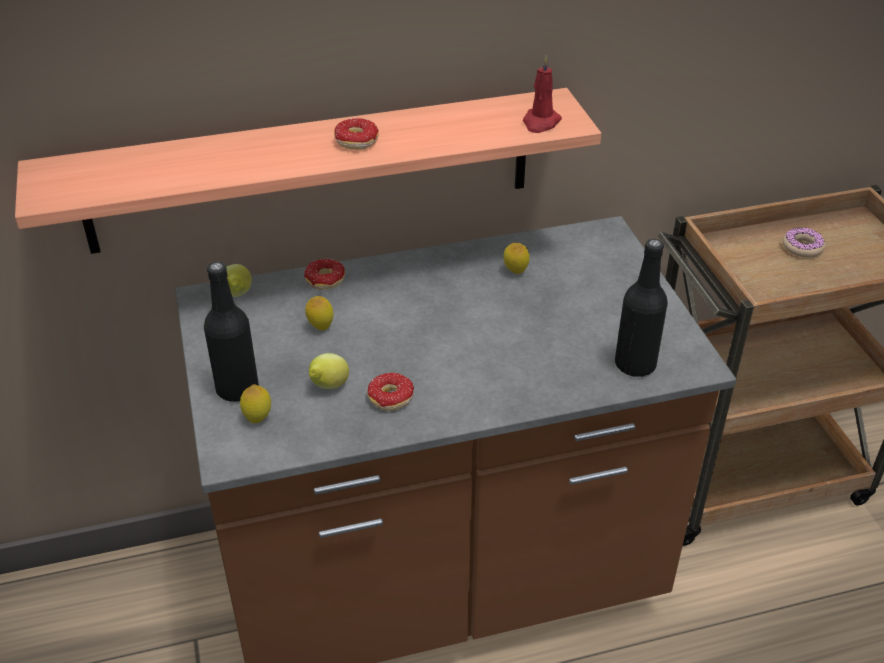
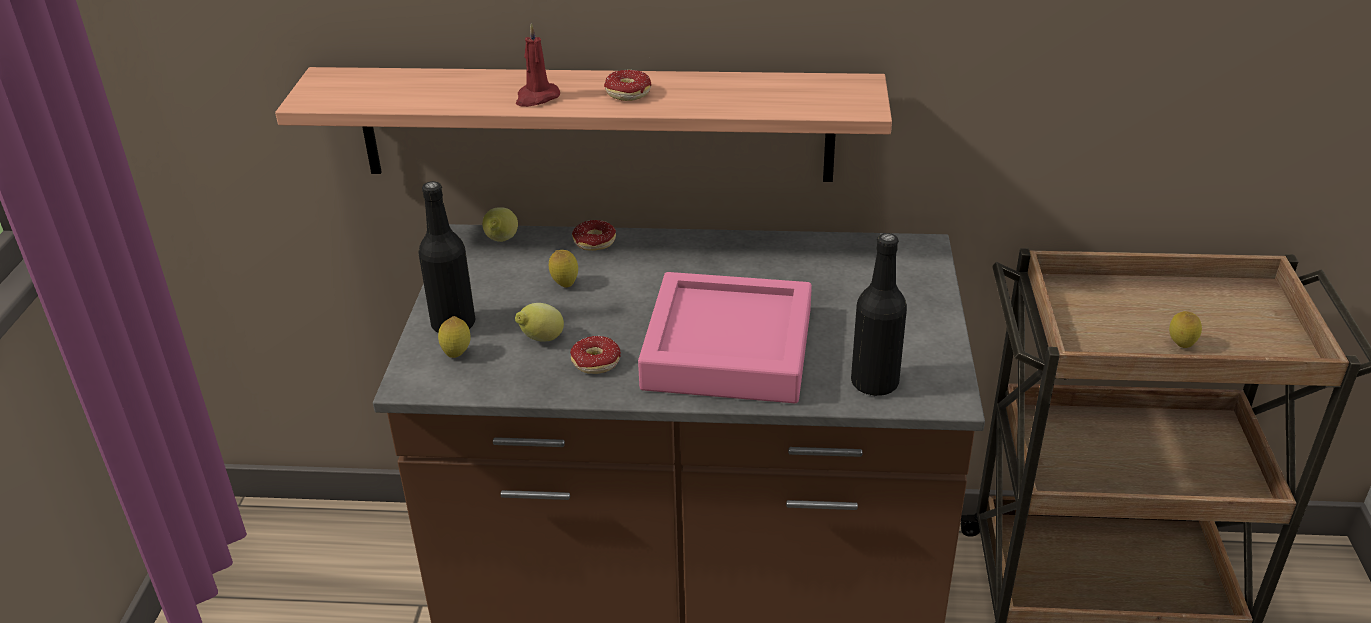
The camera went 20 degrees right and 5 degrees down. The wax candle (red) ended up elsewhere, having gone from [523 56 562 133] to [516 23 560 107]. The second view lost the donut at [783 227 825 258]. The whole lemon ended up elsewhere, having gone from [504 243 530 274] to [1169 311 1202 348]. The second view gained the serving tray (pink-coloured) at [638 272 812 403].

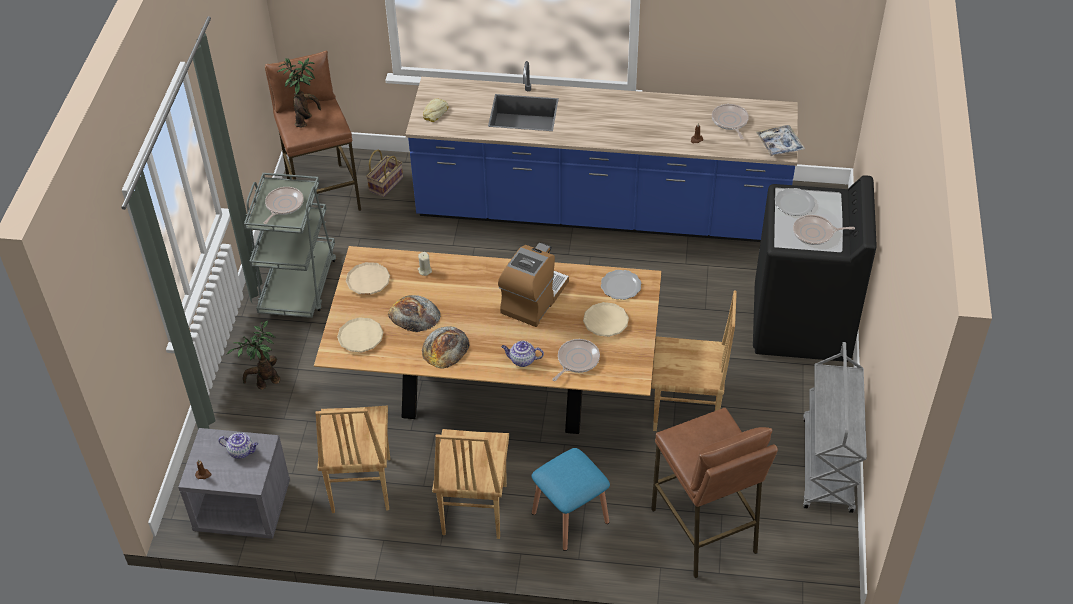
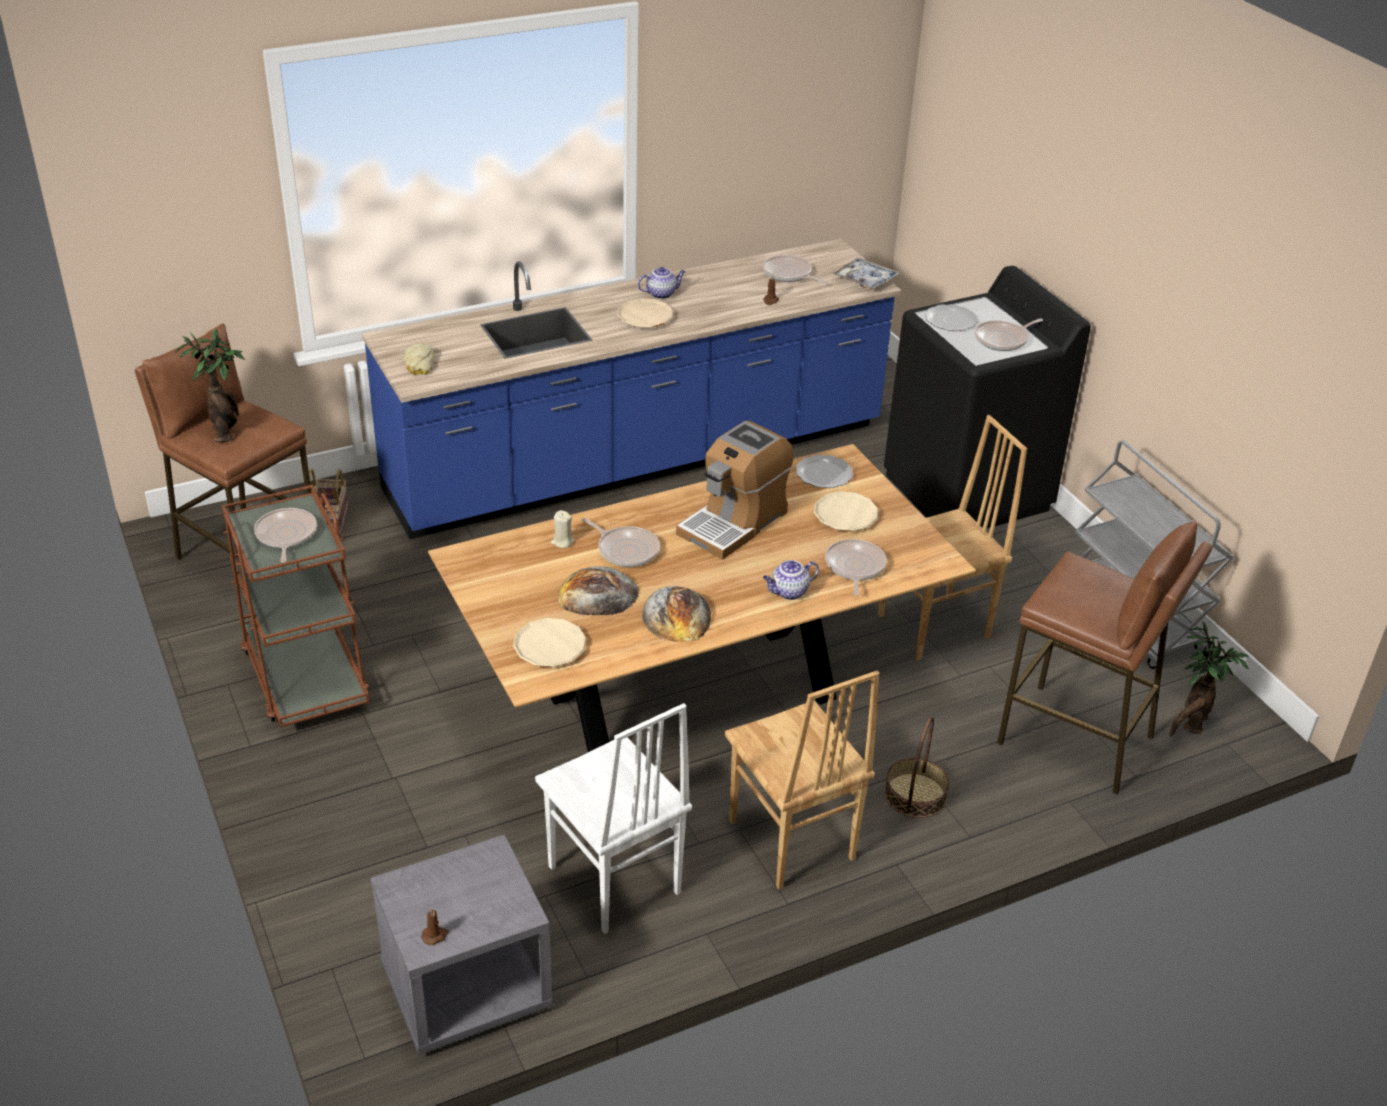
The camera went 35 degrees left and 10 degrees down. What was the trolley (greyish) at [244 173 337 318] turned into the trolley (brown-coloured) at [222 485 370 727]. The coffee brewer at [498 243 569 327] ended up facing another way, 135 degrees counterclockwise from before. The plate (beige-coloured) ended up elsewhere, having gone from [346 262 390 295] to [617 298 673 328]. The plant in a pot ended up elsewhere, having gone from [226 321 280 390] to [1169 621 1249 737]. What was the chair (brown-coloured) at [315 406 390 513] turned into the chair (white-coloured) at [535 703 692 934]. The pot for tea ended up elsewhere, having gone from [219 433 259 459] to [638 267 686 299]. Where the sitting stool (blue) stood at [532 448 610 551], the basket came to stand at [884 716 949 818]. The second view gained the frying pan at [582 518 660 567].

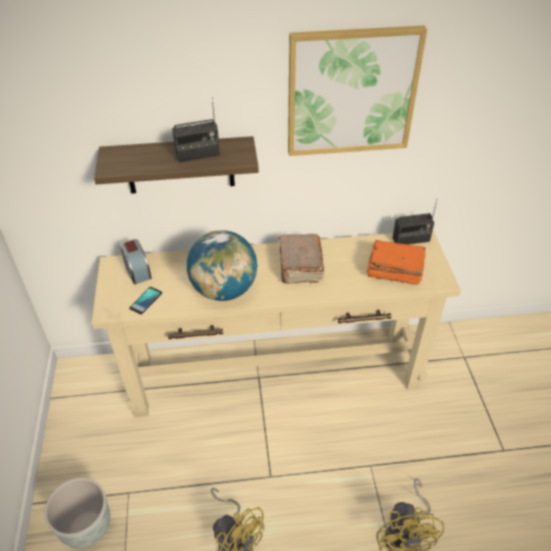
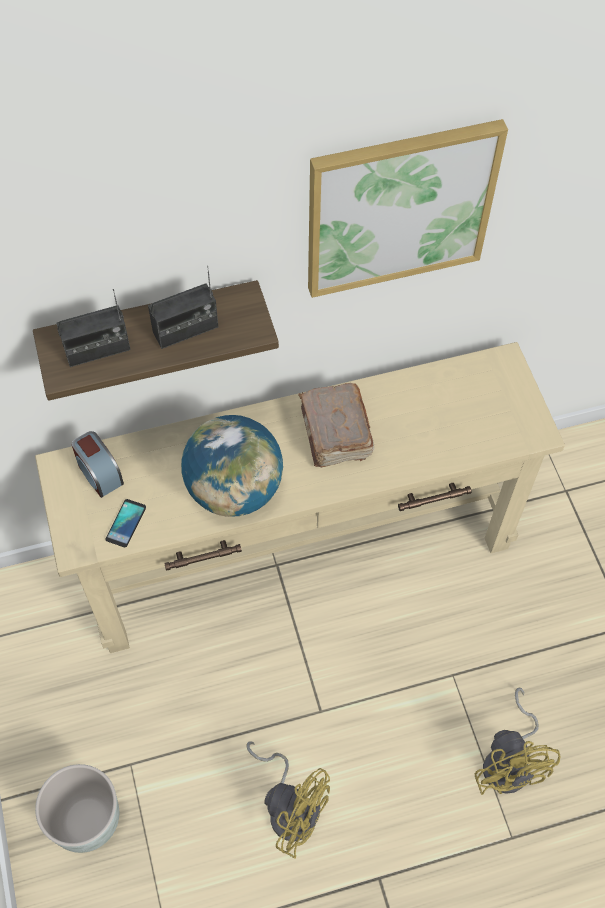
The camera went 10 degrees left and 15 degrees up. The radio receiver ended up elsewhere, having gone from [393 200 437 245] to [56 289 131 367]. The second view lost the bound book (orange) at [367 240 426 285].

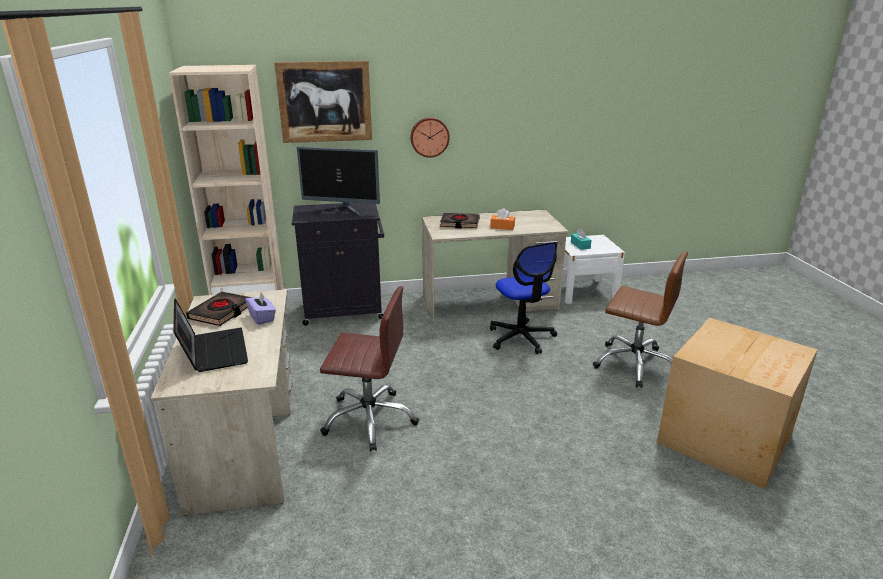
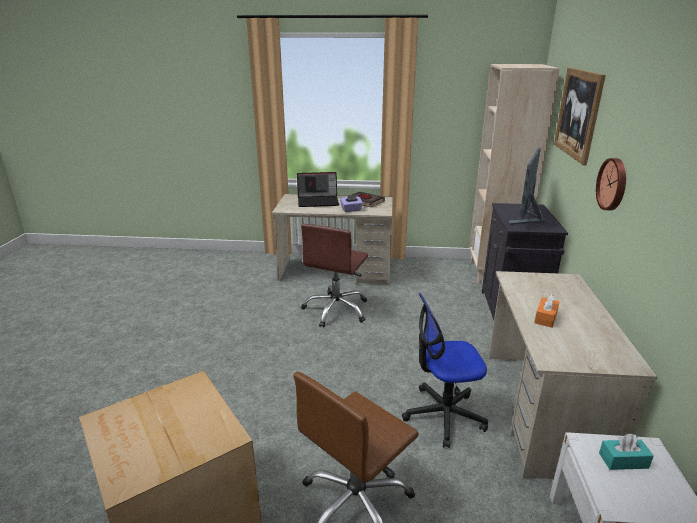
The camera went 105 degrees right and 0 degrees up. The second view lost the bound book (black) at [440 213 480 229].

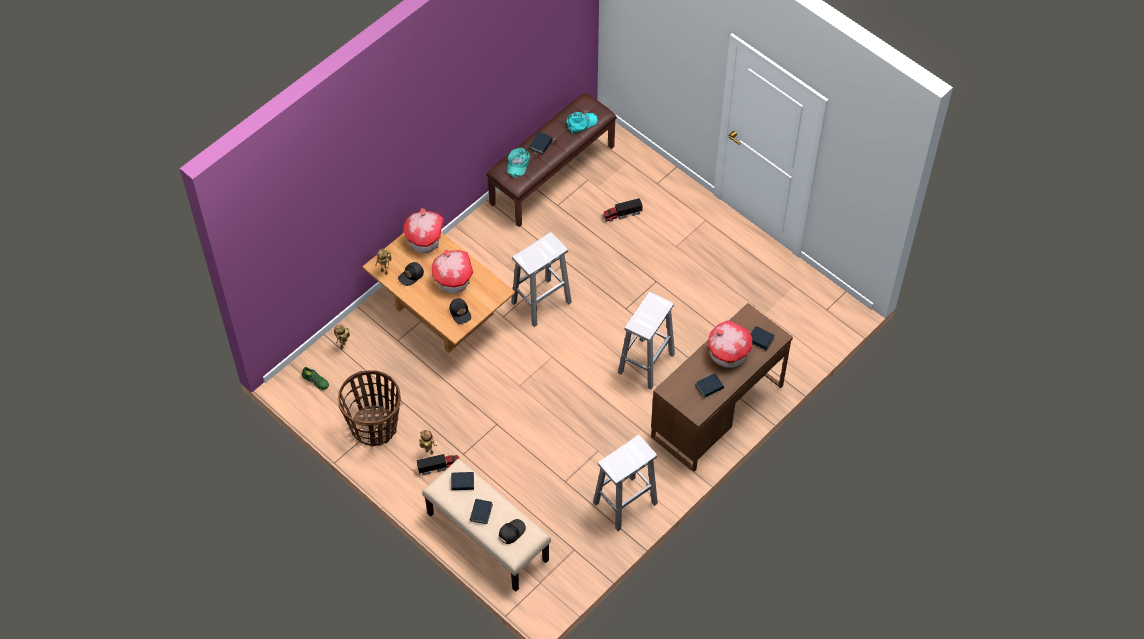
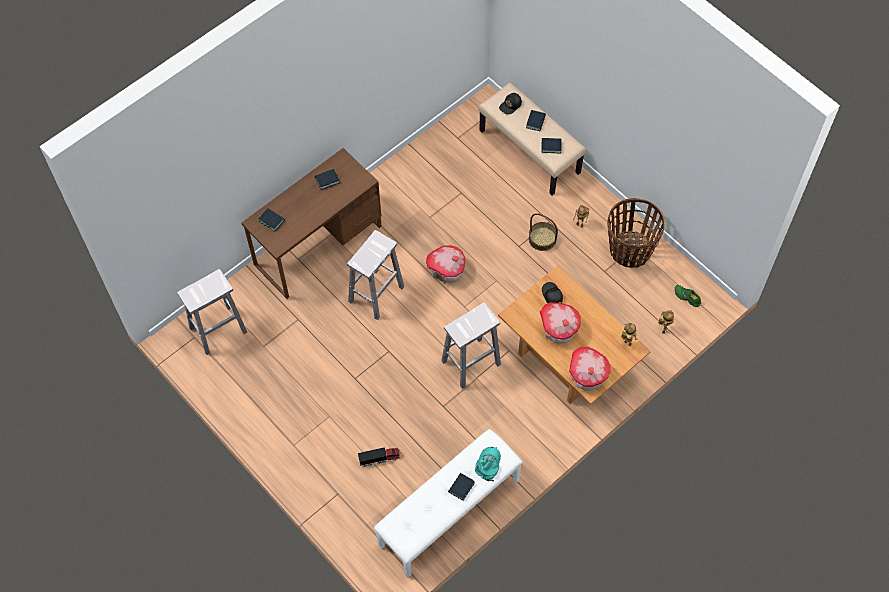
The camera went 175 degrees left and 5 degrees up. What was the bench (brown-coloured) at [486 93 617 227] turned into the bench (white-coloured) at [374 429 523 578]. The second view lost the baseball cap (blue-green) at [566 112 598 135]. The second view lost the baseball cap (black) at [398 262 424 286]. The model house ended up elsewhere, having gone from [708 320 752 368] to [426 245 465 284]. The sitting stool (white-coloured) ended up elsewhere, having gone from [593 435 658 531] to [177 269 247 355]. The second view lost the toy lorry at [417 454 460 475]. The second view gained the basket at [529 213 558 251].

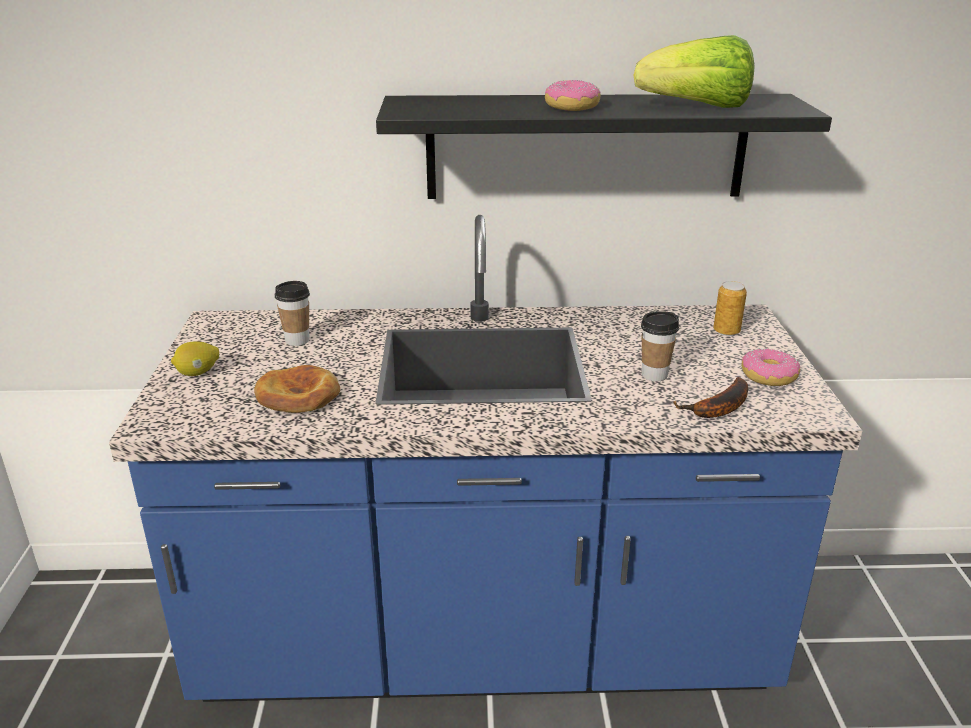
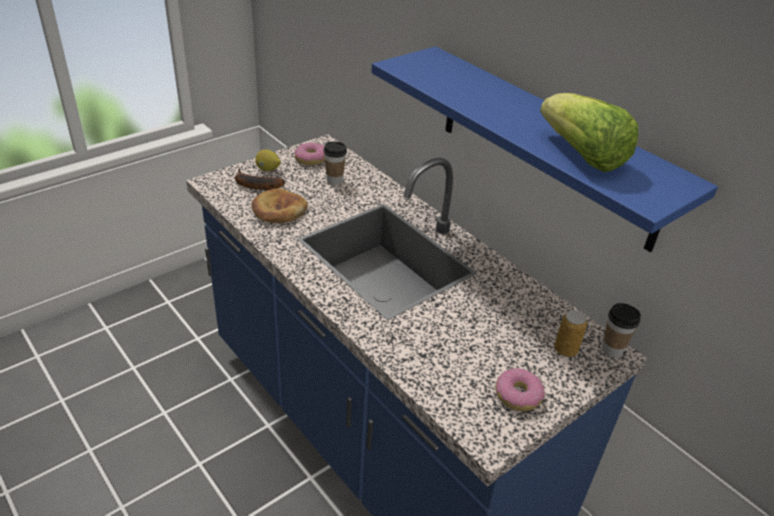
The camera went 50 degrees right and 10 degrees up. The donut ended up elsewhere, having gone from [545 80 601 111] to [294 142 325 166]. What was the bracket shelf (black) at [376 94 832 199] turned into the bracket shelf (blue) at [371 46 718 252]. The cup ended up elsewhere, having gone from [641 311 679 381] to [602 303 641 358]. The whole banana ended up elsewhere, having gone from [673 377 748 418] to [235 168 285 190].

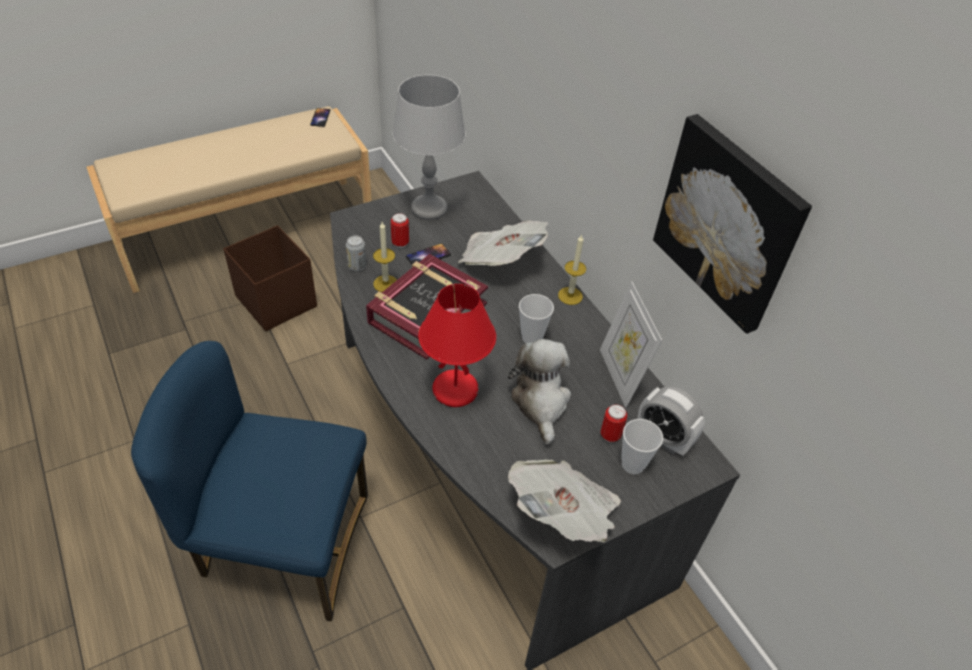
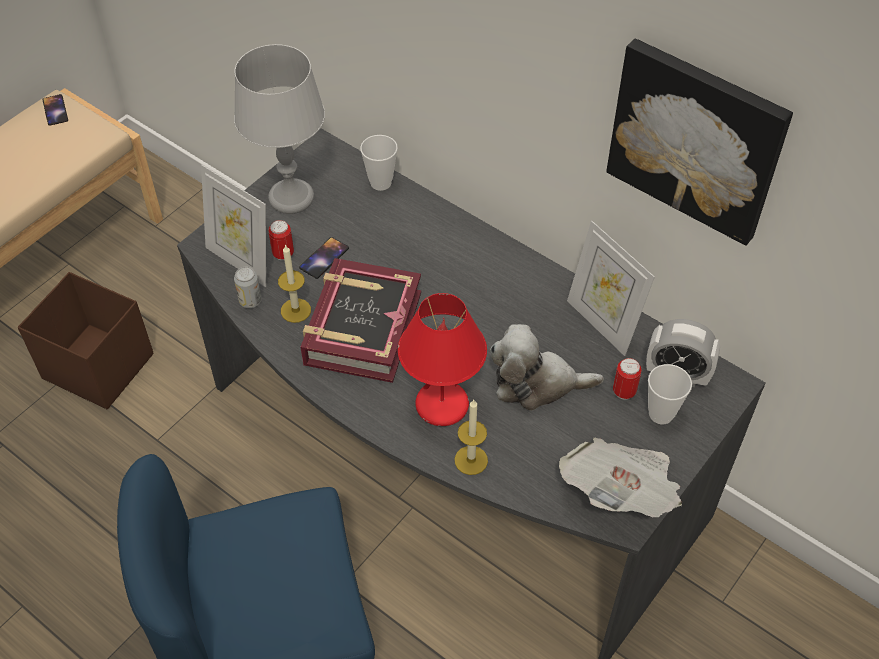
The camera went 20 degrees left and 5 degrees up. The second view lost the newspaper at [458 220 548 266]. The wax candle ended up elsewhere, having gone from [558 235 586 305] to [454 400 488 475]. The cup ended up elsewhere, having gone from [519 294 554 343] to [360 135 398 191]. The plush toy at [508 339 571 445] ended up facing another way, 60 degrees counterclockwise from before. The second view gained the standing frame at [201 165 266 287].

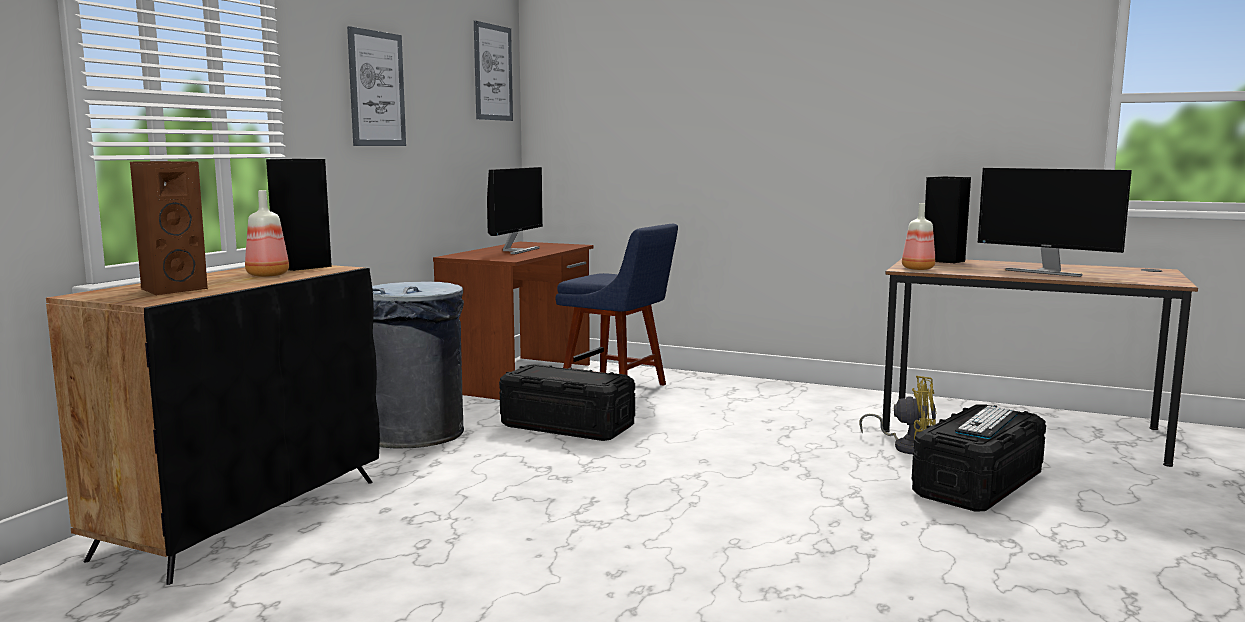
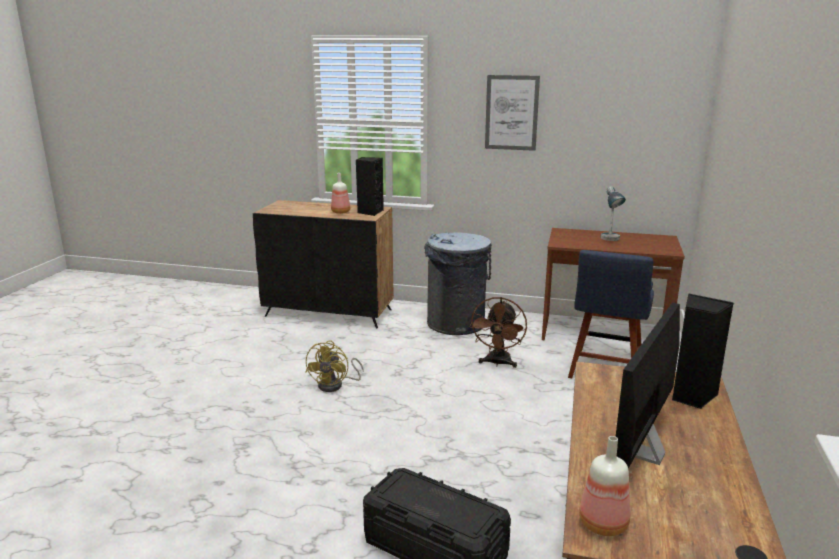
The camera went 80 degrees right and 10 degrees up. The second view lost the wall art at [474 21 513 121]. The second view lost the audio speaker (brown-coloured) at [130 161 208 295]. Where the computer display stood at [487 167 543 254], the table lamp came to stand at [601 186 626 241]. The beverage bottle ended up elsewhere, having gone from [902 203 935 270] to [579 436 630 536]. Where the storage container (black) stood at [499 364 635 441], the cooling fan (brown-coloured) came to stand at [470 297 527 368]. The cooling fan (yellow-coloured) ended up elsewhere, having gone from [859 376 936 454] to [306 340 364 392]. The second view lost the computer keyboard at [955 406 1018 439].

